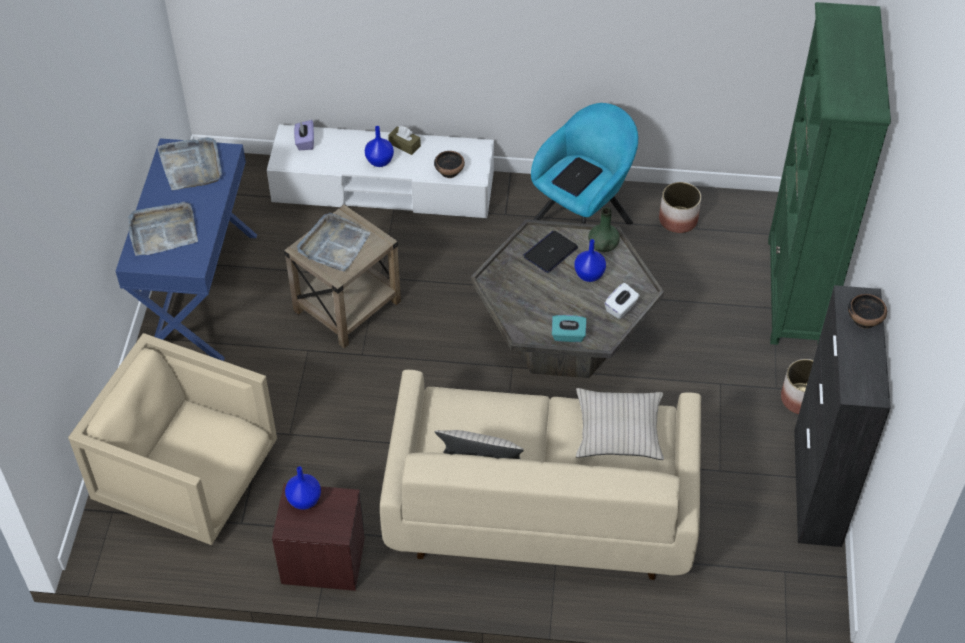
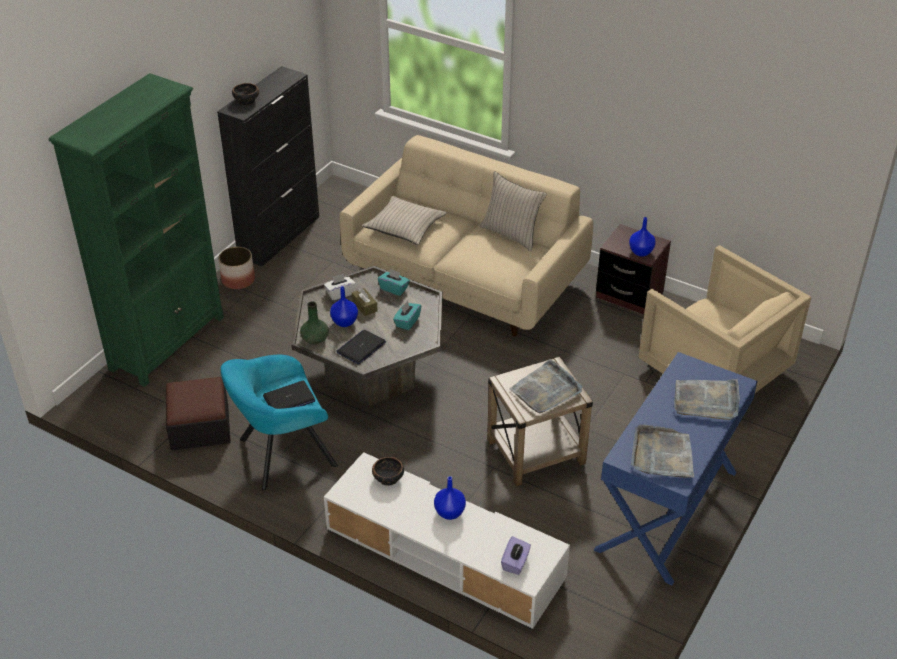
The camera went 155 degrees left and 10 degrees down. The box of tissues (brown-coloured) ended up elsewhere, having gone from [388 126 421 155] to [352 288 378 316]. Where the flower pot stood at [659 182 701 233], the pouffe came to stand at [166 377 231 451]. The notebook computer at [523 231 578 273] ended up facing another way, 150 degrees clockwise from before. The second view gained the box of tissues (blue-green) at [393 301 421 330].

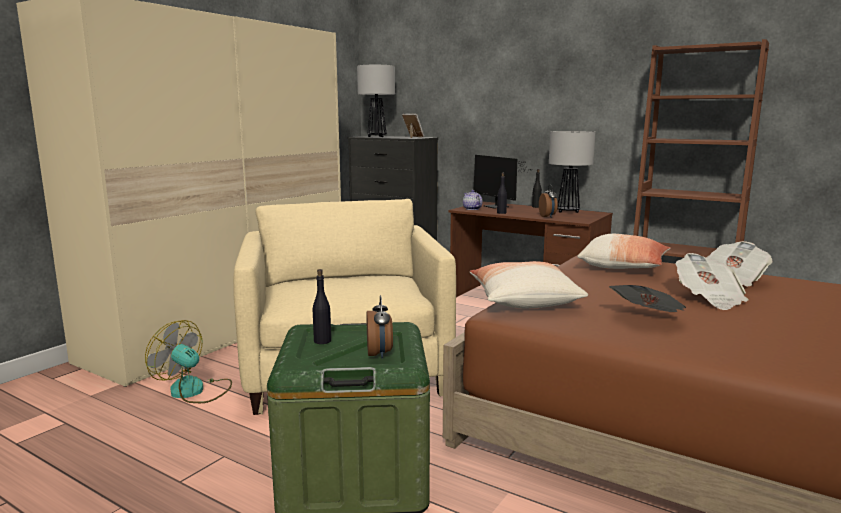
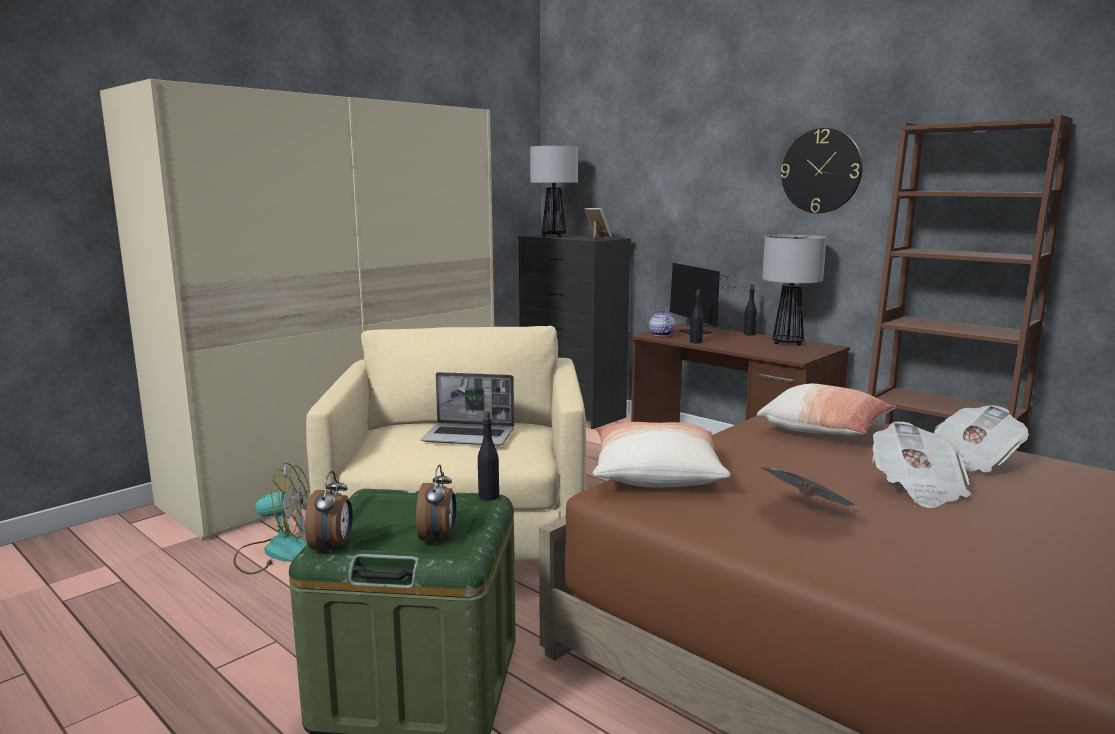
The camera went 10 degrees right and 0 degrees up. The alarm clock ended up elsewhere, having gone from [539 185 558 217] to [305 471 353 554]. The beverage bottle (black) ended up elsewhere, having gone from [313 269 331 344] to [478 411 499 500]. The cooling fan at [145 320 232 403] ended up facing another way, 135 degrees clockwise from before. The second view gained the hanging clock at [781 128 863 213]. The second view gained the notebook computer at [421 372 514 446].

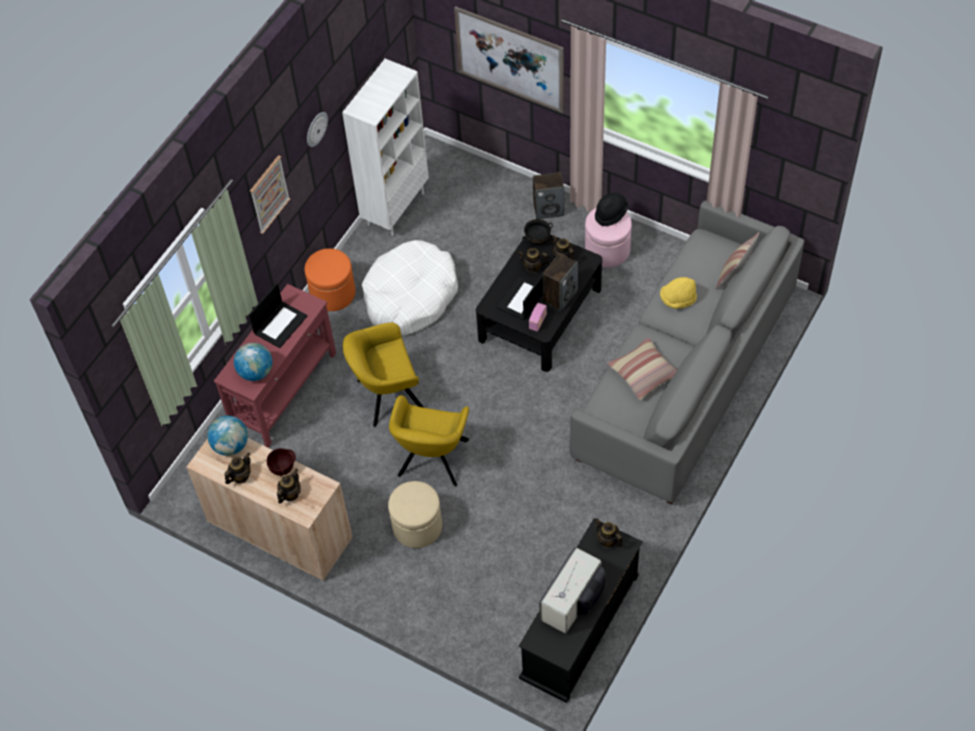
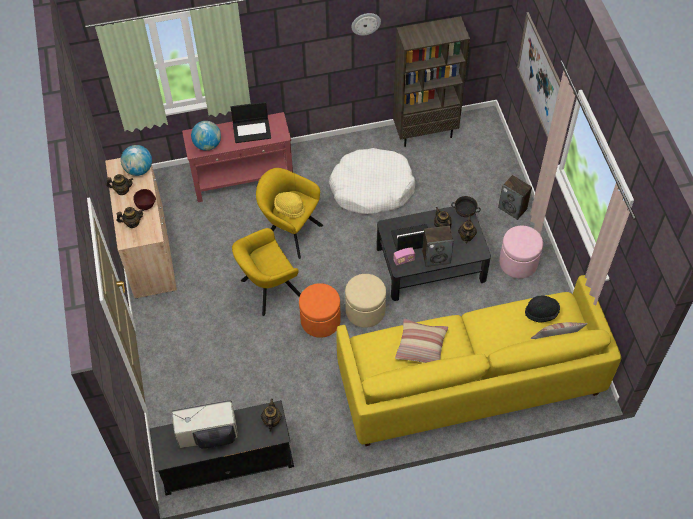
The camera went 45 degrees right and 0 degrees up. What was the bookshelf (white-coloured) at [342 59 429 236] turned into the bookshelf (brown-coloured) at [393 16 470 147]. The second view lost the wall art at [250 155 290 234]. The hat (black) ended up elsewhere, having gone from [595 193 628 226] to [525 296 560 322]. What was the sofa (greyish) at [570 200 804 505] turned into the sofa (yellow-coloured) at [336 275 621 446]. The pouffe (orange) ended up elsewhere, having gone from [304 248 355 311] to [299 283 341 338]. The hat (yellow-coloured) ended up elsewhere, having gone from [660 277 697 309] to [274 192 305 218]. The pouffe (beige-coloured) ended up elsewhere, having gone from [388 481 442 548] to [345 274 386 328].

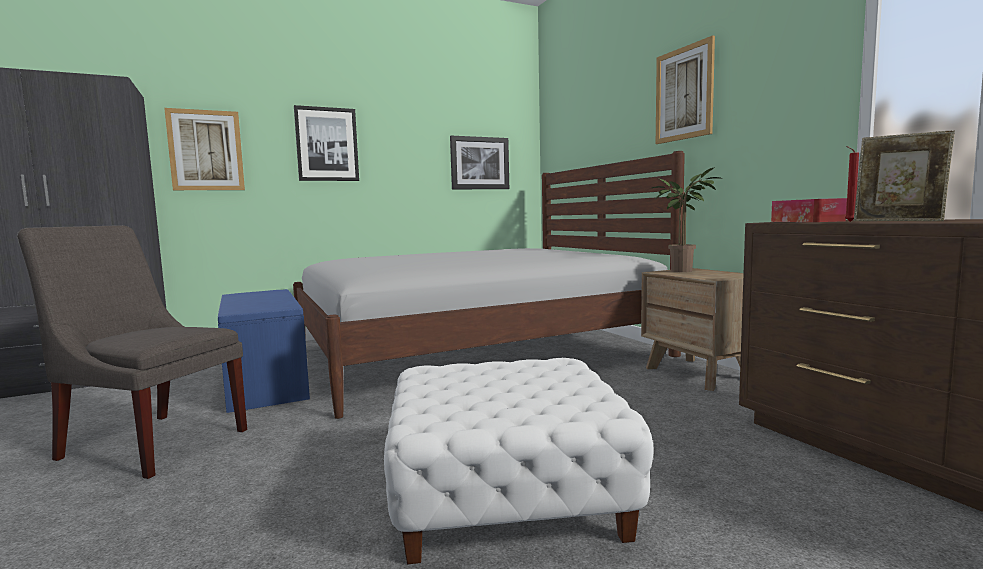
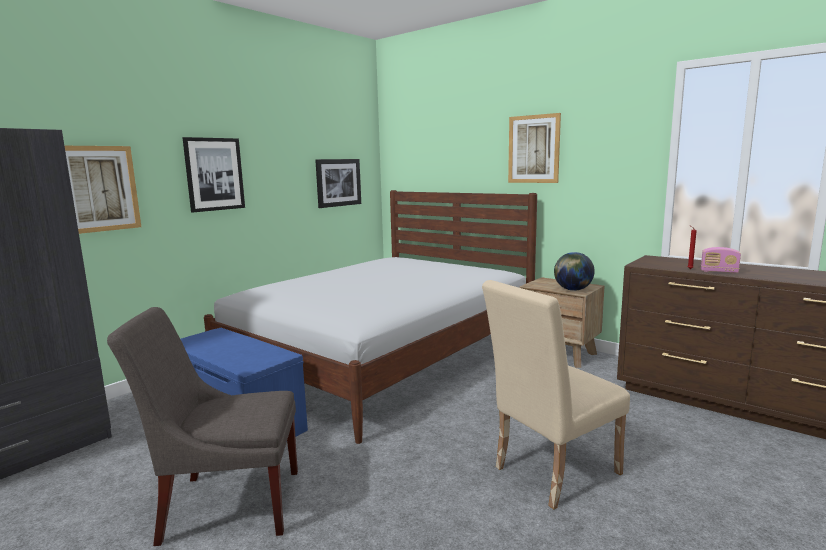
The camera went 25 degrees left and 5 degrees up. Where the standing frame stood at [854 130 955 221], the radio receiver came to stand at [701 247 741 274]. The second view lost the plant in a pot at [652 167 723 272]. The second view lost the box of tissues at [771 198 847 222]. Where the pouffe (white-coloured) stood at [384 358 654 564], the chair (beige-coloured) came to stand at [482 280 630 509]. The second view gained the world globe at [554 252 595 291].

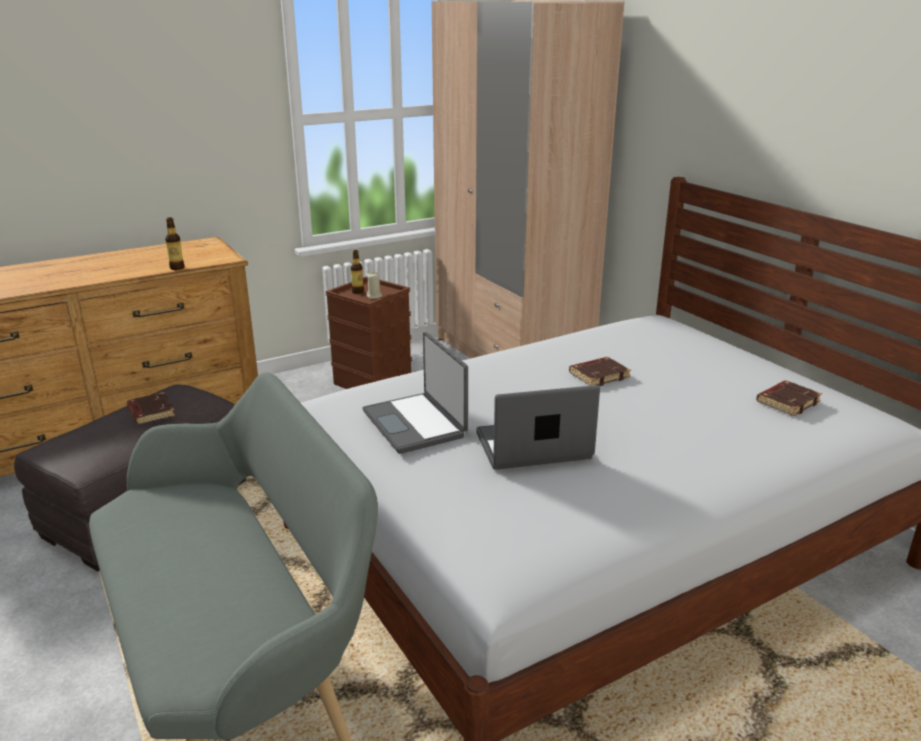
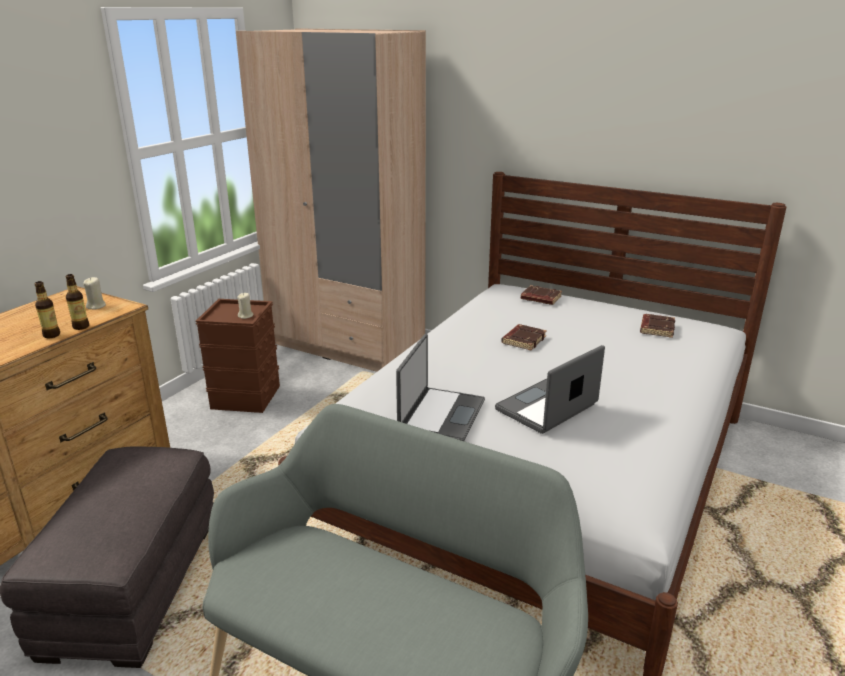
The camera went 30 degrees left and 0 degrees up. The beverage bottle ended up elsewhere, having gone from [351 250 364 294] to [34 281 60 339]. The notebook computer at [363 332 468 454] ended up facing another way, 105 degrees counterclockwise from before. The bound book (brown-coloured) ended up elsewhere, having gone from [127 392 175 425] to [521 285 562 305]. The second view gained the wax candle (beige-coloured) at [83 277 106 310].

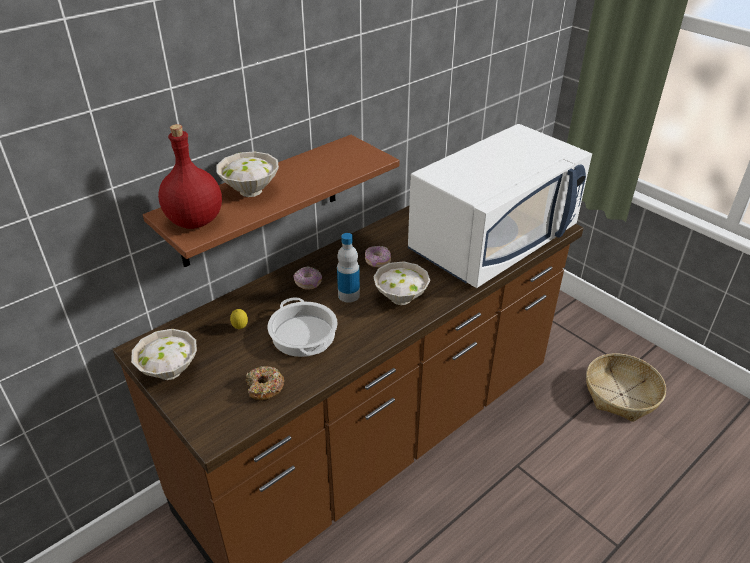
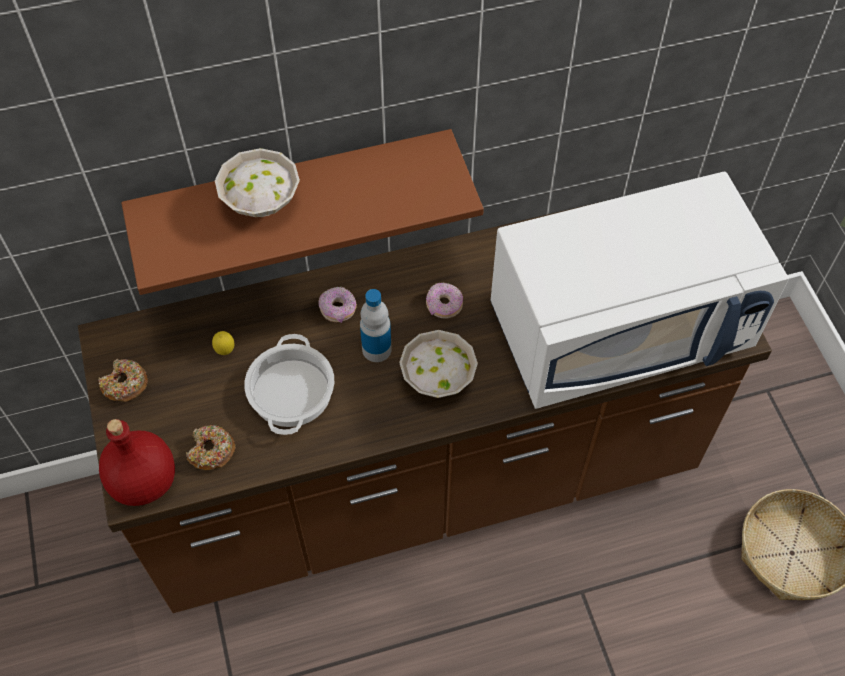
The camera went 25 degrees right and 20 degrees up. The beverage bottle (red) ended up elsewhere, having gone from [158 124 222 229] to [99 419 175 506]. Where the serving bowl (white-coloured) stood at [131 329 197 380], the donut came to stand at [98 359 148 402].

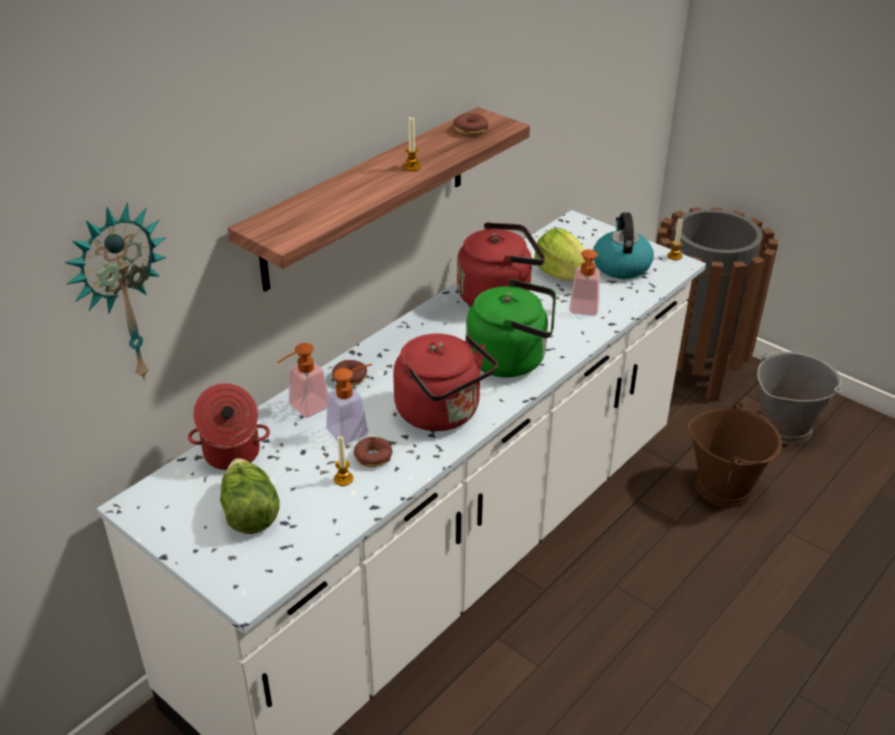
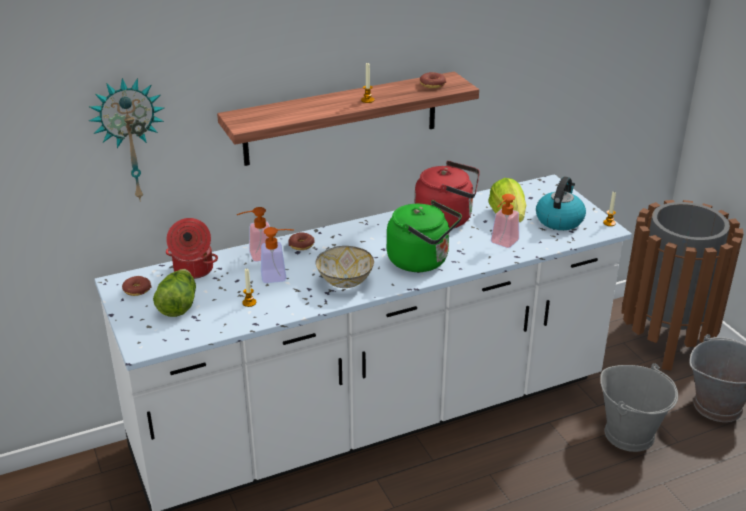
The camera went 25 degrees right and 5 degrees down. Where the kettle (red) stood at [393 334 498 431], the serving bowl came to stand at [316 246 374 288]. What was the bucket (brown-coloured) at [687 402 782 507] turned into the bucket (greyish) at [600 363 678 452]. The donut ended up elsewhere, having gone from [354 437 393 467] to [122 276 151 296].

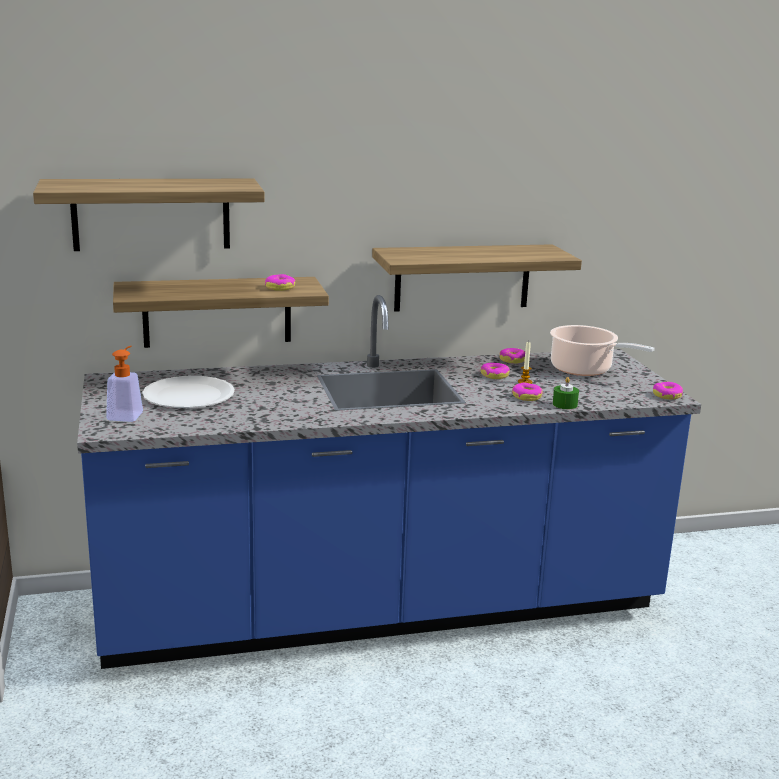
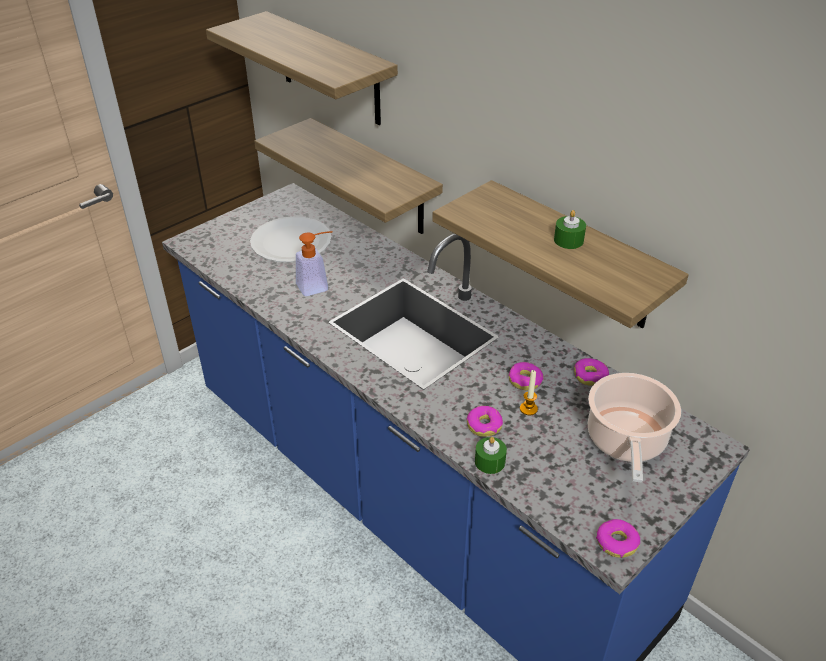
The camera went 60 degrees right and 20 degrees up. The second view lost the donut at [265 274 295 291]. The soap bottle ended up elsewhere, having gone from [106 346 143 422] to [296 231 333 296]. The second view gained the wax candle (greenish) at [554 210 586 249].

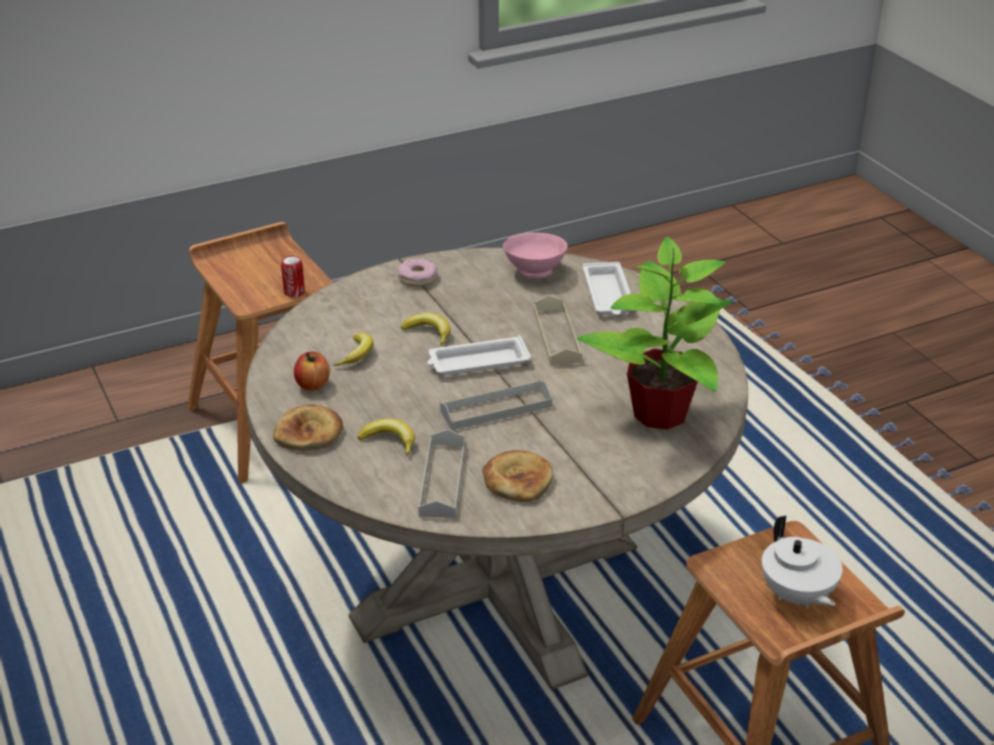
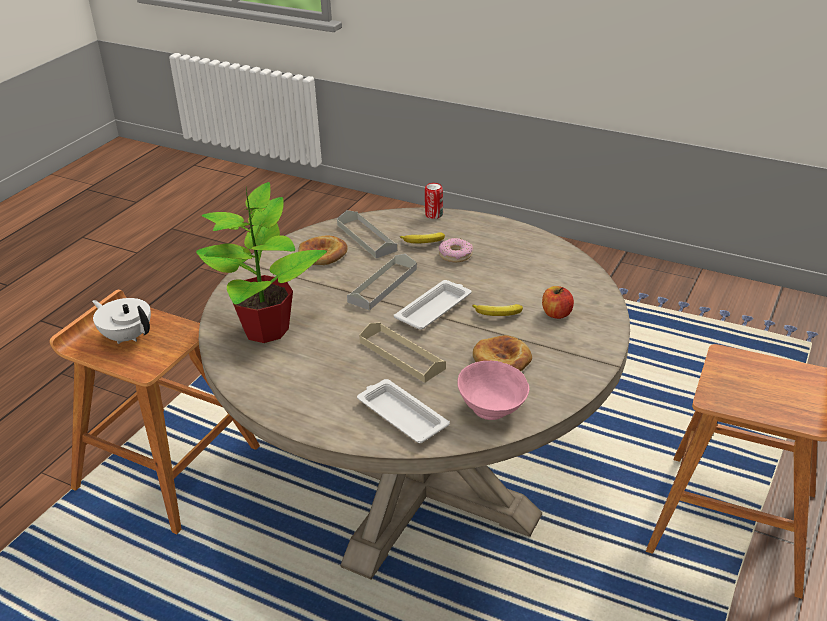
The camera went 145 degrees right and 0 degrees up. The metal can ended up elsewhere, having gone from [281 256 305 297] to [425 183 443 219]. The donut ended up elsewhere, having gone from [397 258 438 286] to [439 238 473 262]. The second view lost the whole banana at [334 333 373 366]. The whole apple ended up elsewhere, having gone from [294 352 330 391] to [542 286 574 319]. The bakery bread ended up elsewhere, having gone from [273 404 343 451] to [473 335 532 371].

